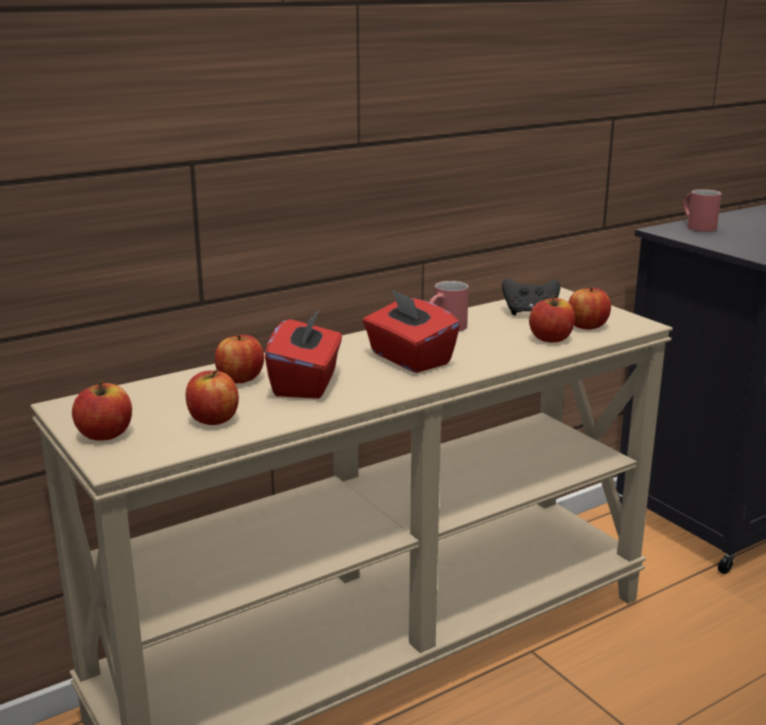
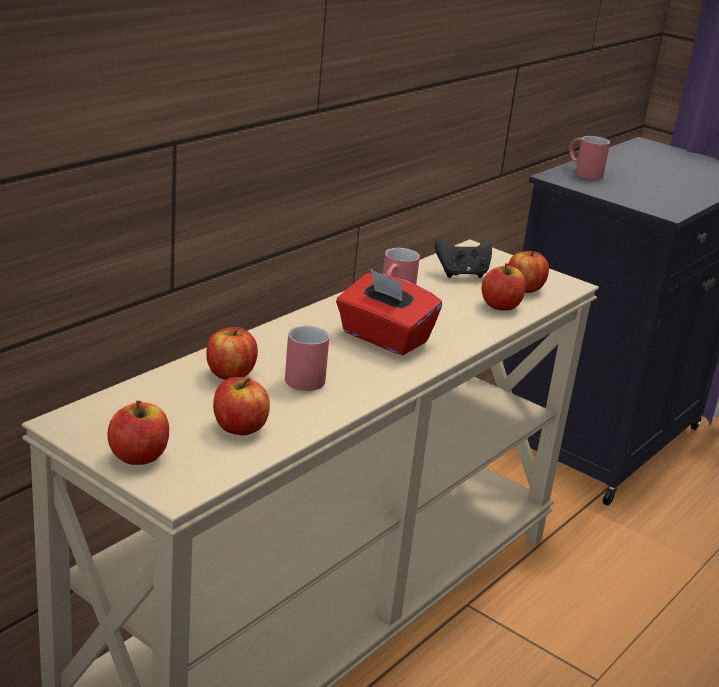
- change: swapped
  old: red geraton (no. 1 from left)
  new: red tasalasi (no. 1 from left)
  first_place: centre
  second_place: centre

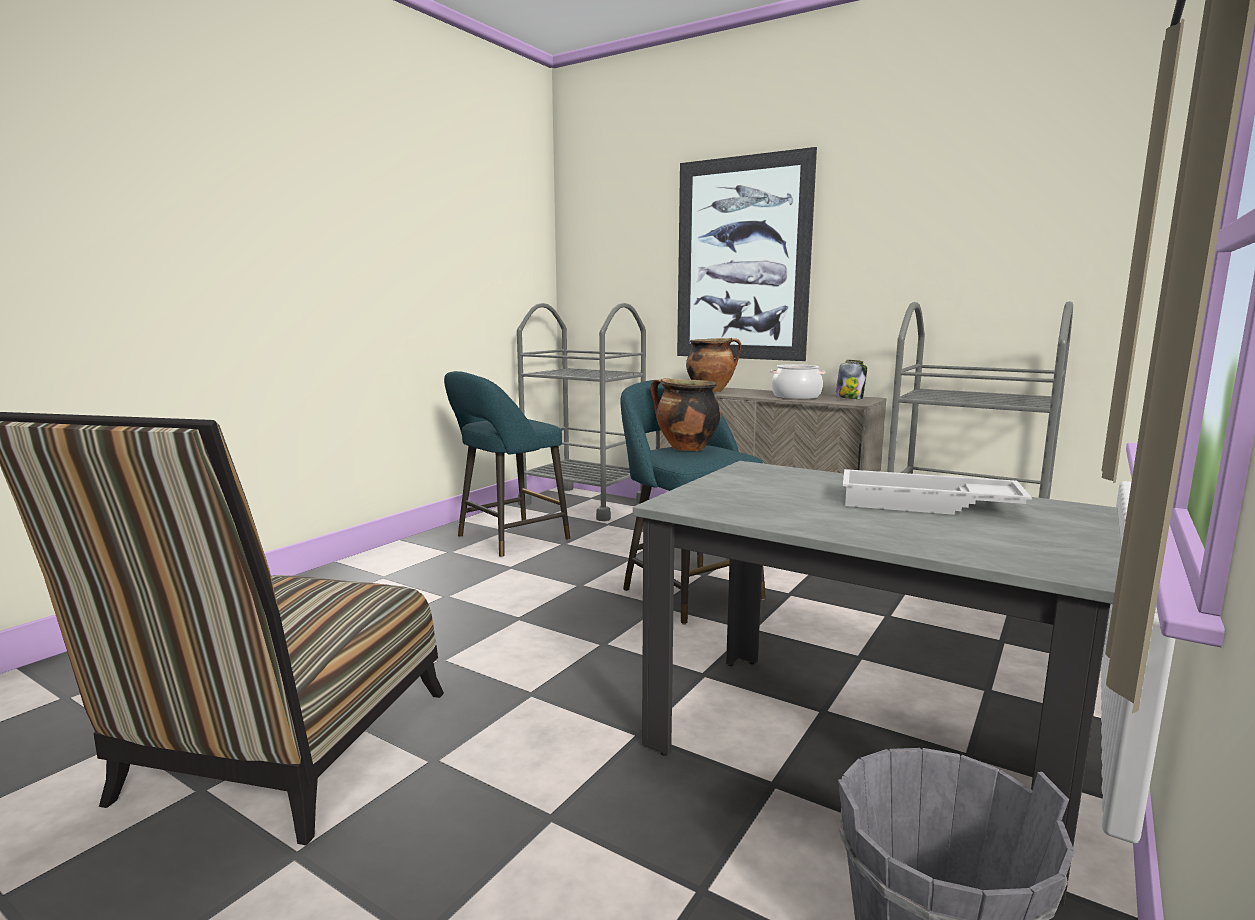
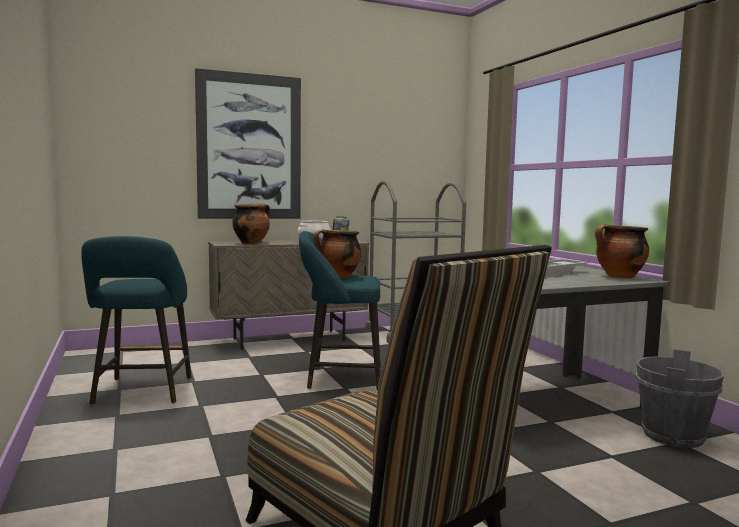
- change: new
  new: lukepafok (no. 4 from left)
  second_place: middle right
- change: gone
  old: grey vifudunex (no. 1 from left)
  first_place: centre

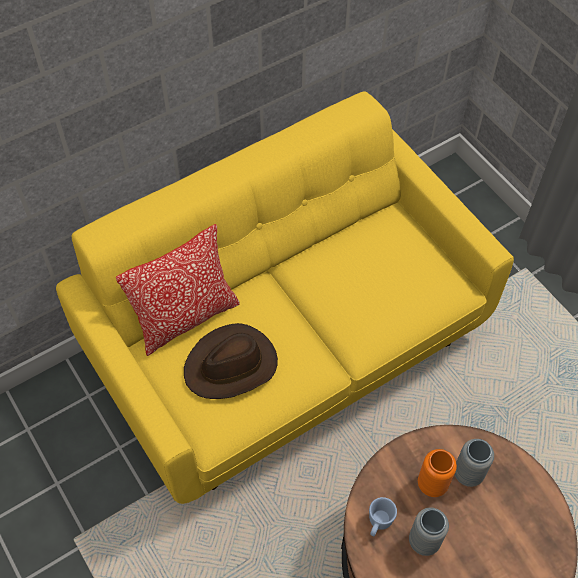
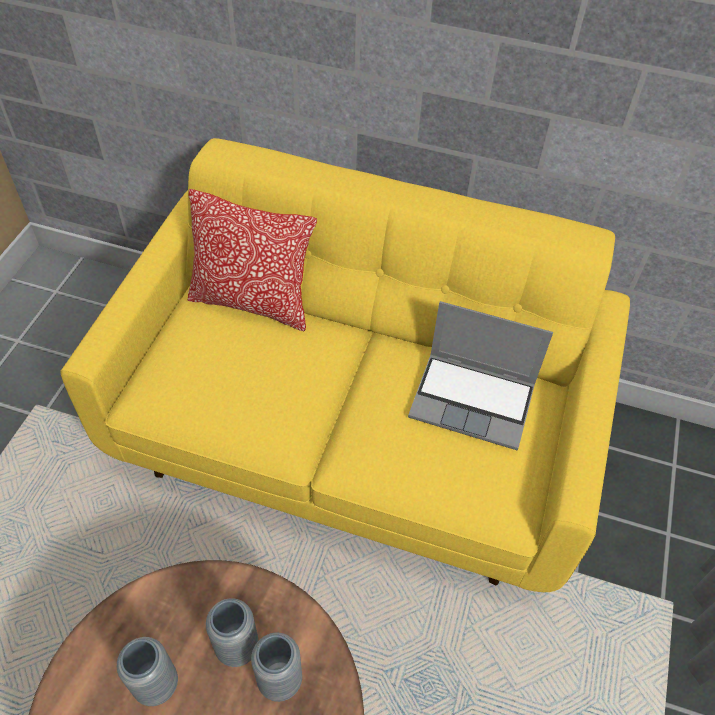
- change: repainted
  old: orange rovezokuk
  new: grey rovezokuk (no. 2 from left)
  first_place: bottom right
  second_place: bottom left
- change: new
  new: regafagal
  second_place: middle right
- change: gone
  old: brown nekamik
  first_place: centre
- change: gone
  old: blue tasalasi
  first_place: bottom centre

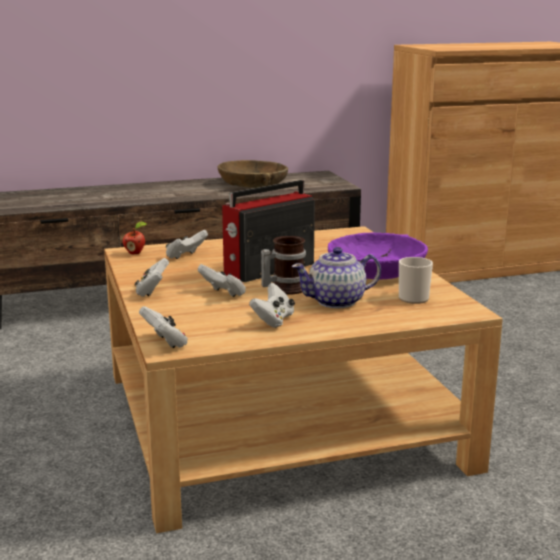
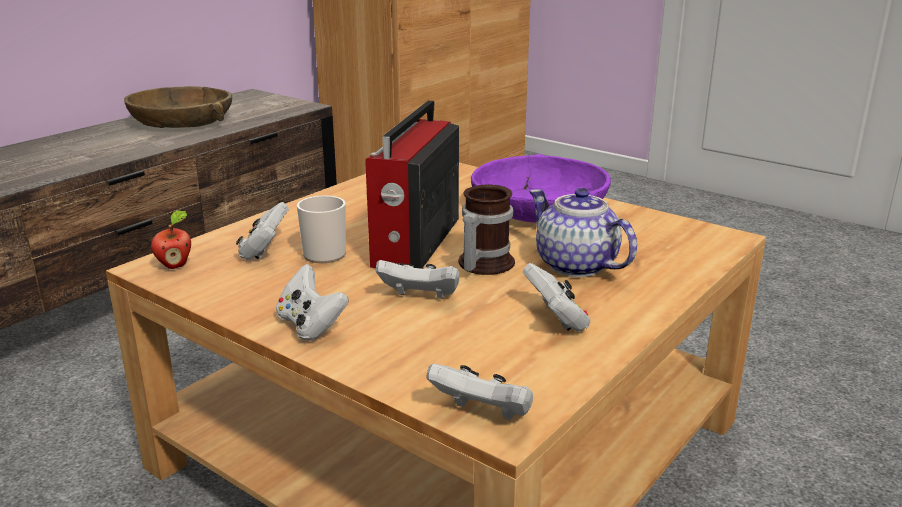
- change: shifted
  old: tasalasi (no. 2 from left in the first image)
  new: tasalasi (no. 1 from left)
  first_place: middle right
  second_place: centre
- change: rotated
  old: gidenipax
  first_place: centre
  second_place: centre
  degrees: 105

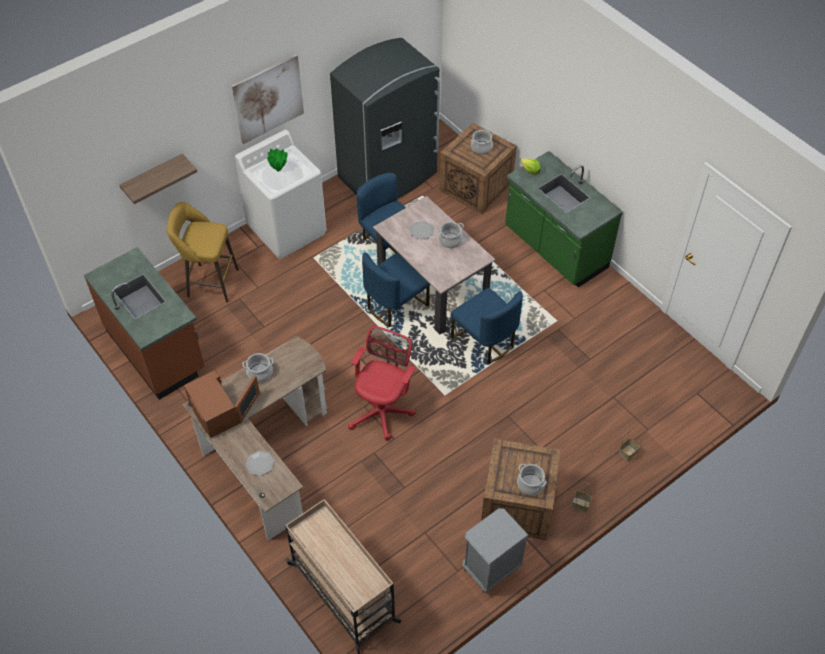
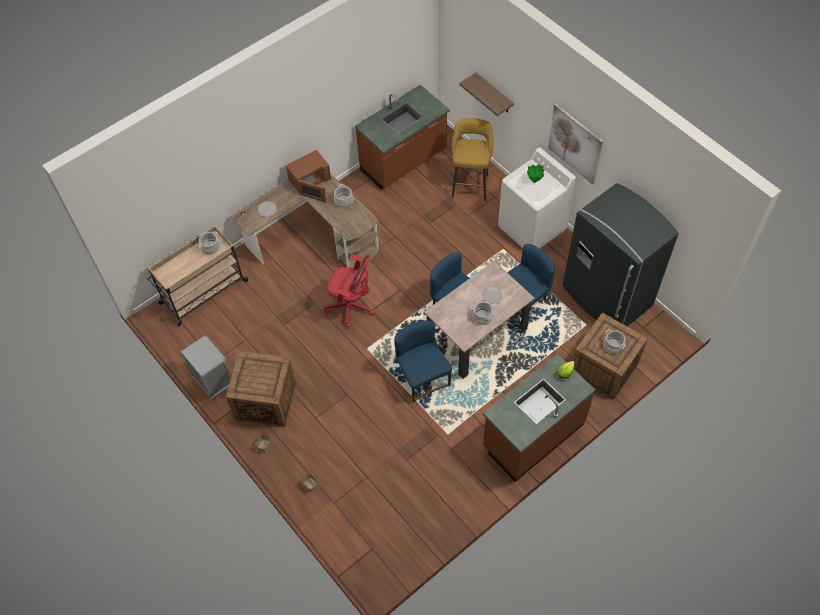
- change: shifted
  old: lukepafok (no. 4 from left in the first image)
  new: lukepafok (no. 1 from left)
  first_place: bottom centre
  second_place: middle left
- change: rotated
  old: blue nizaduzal (no. 3 from left in the first image)
  first_place: centre
  second_place: centre
  degrees: 105
- change: repainted
  old: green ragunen
  new: brown ragunen (no. 2 from left)
  first_place: middle right
  second_place: bottom centre

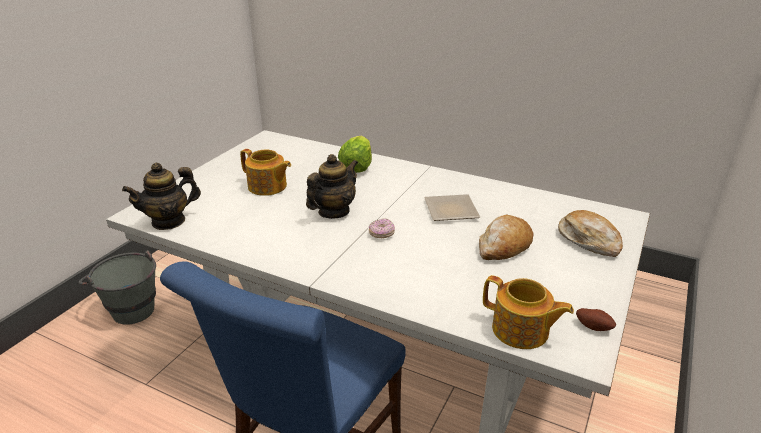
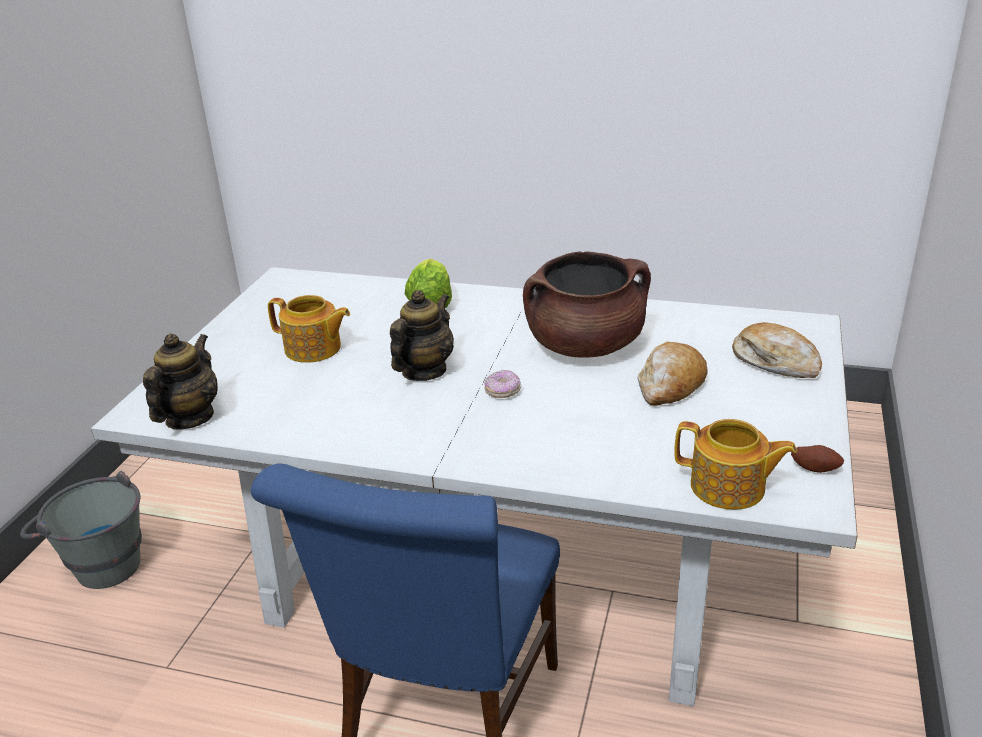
- change: rotated
  old: gidenipax (no. 1 from left)
  first_place: middle left
  second_place: middle left
  degrees: 150
- change: swapped
  old: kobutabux
  new: brown lukepafok
  first_place: centre
  second_place: centre

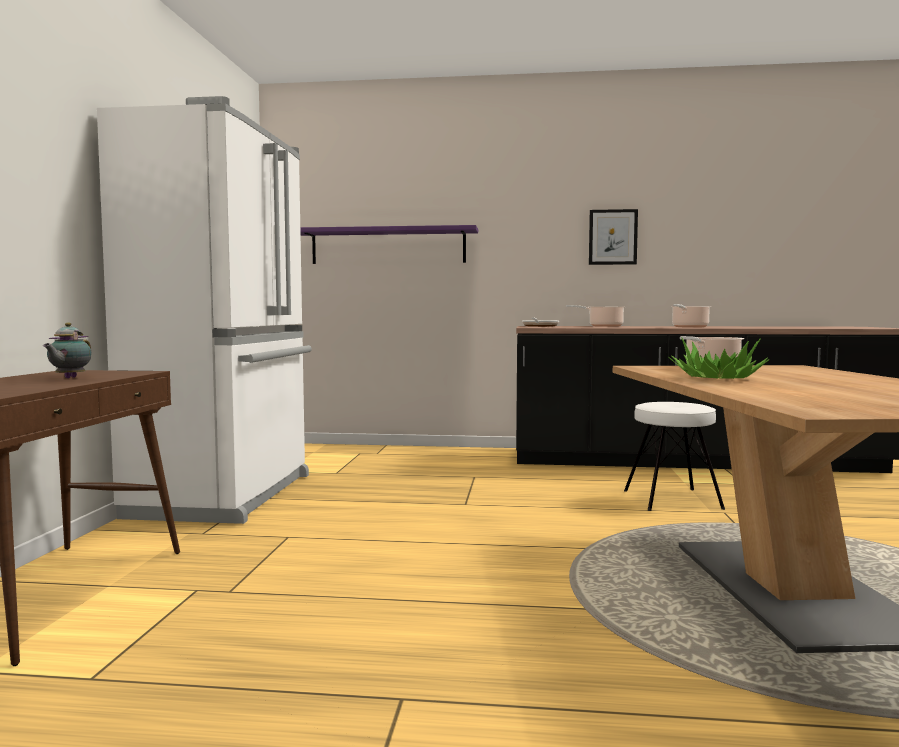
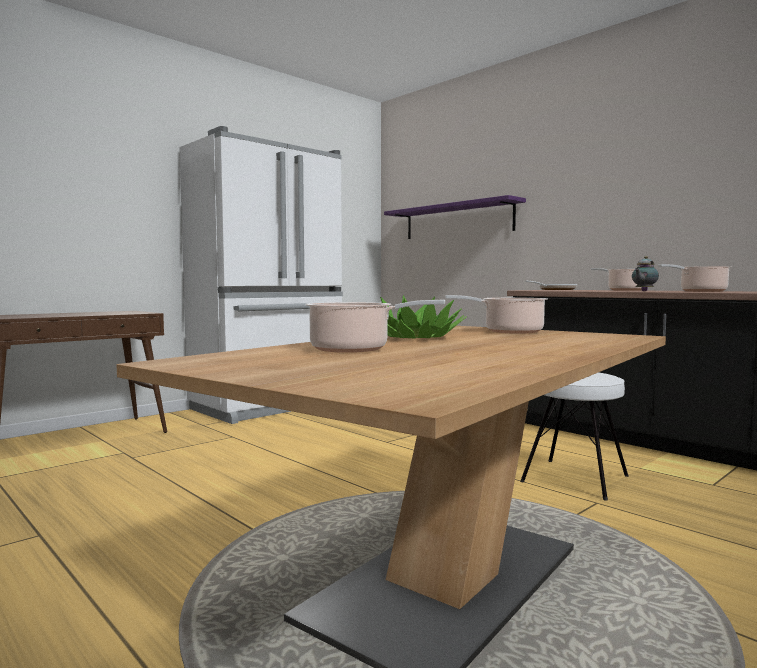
- change: new
  new: lukepafok (no. 1 from left)
  second_place: centre
- change: shifted
  old: gidenipax
  first_place: middle left
  second_place: middle right
- change: gone
  old: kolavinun
  first_place: top right

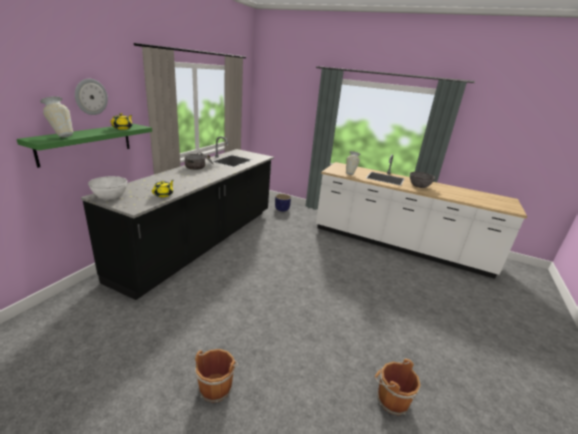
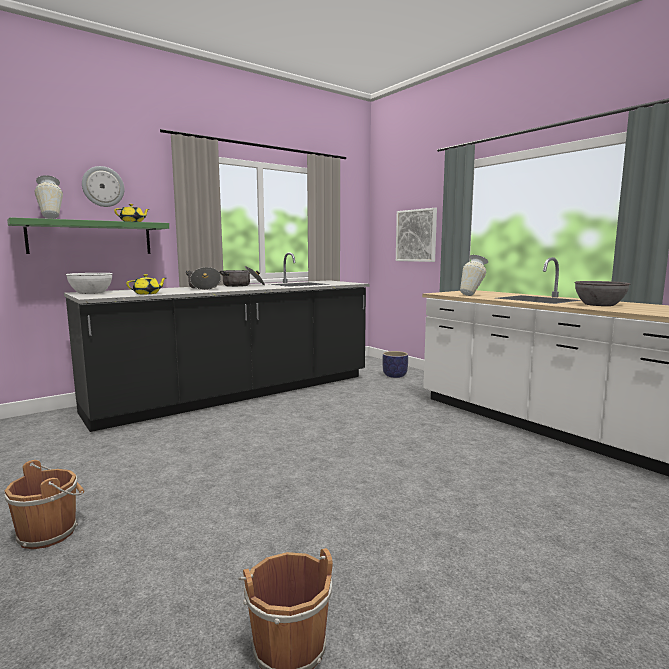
- change: new
  new: lukepafok (no. 1 from left)
  second_place: middle left
- change: new
  new: kolavinun
  second_place: centre

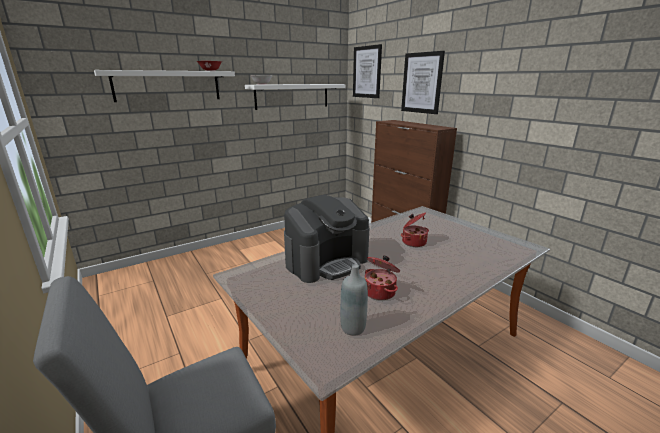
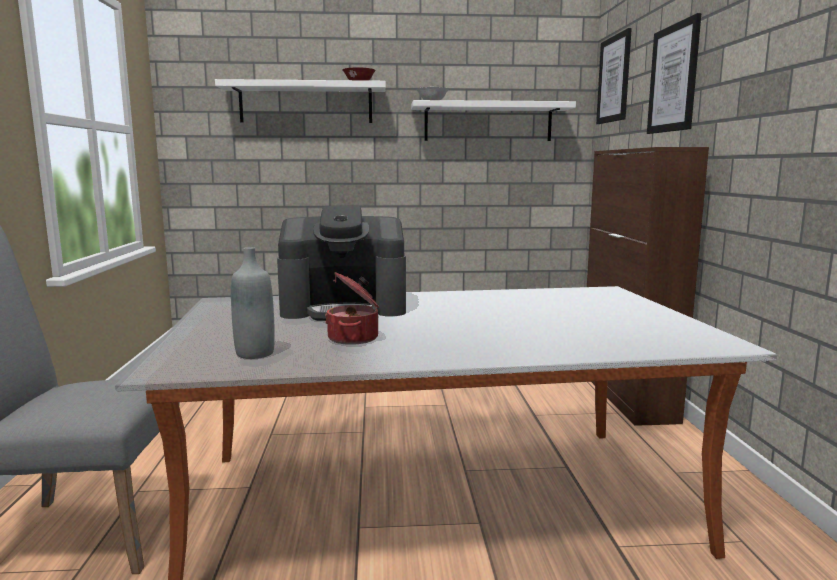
- change: gone
  old: lukepafok (no. 2 from left)
  first_place: centre

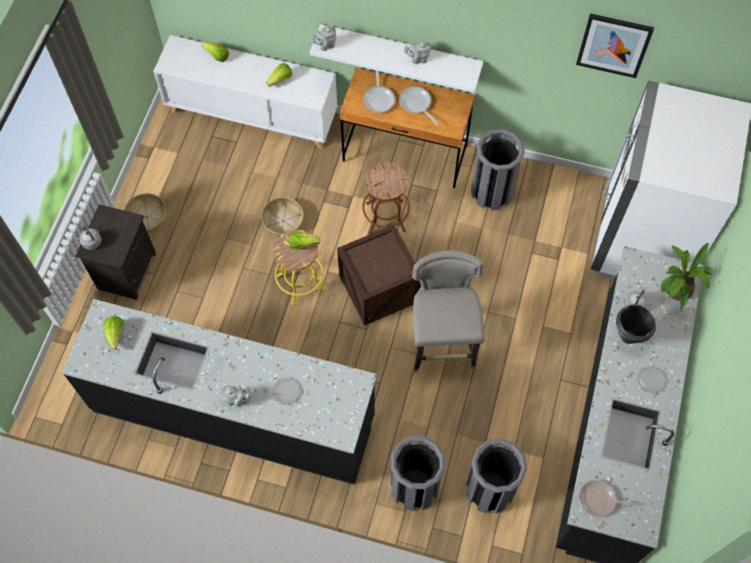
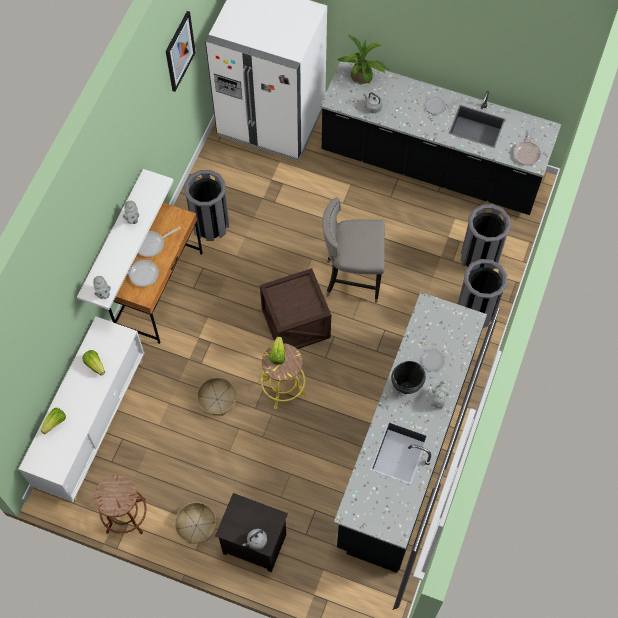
- change: shifted
  old: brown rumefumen
  first_place: centre
  second_place: bottom left
- change: shifted
  old: black lukepafok
  first_place: middle right
  second_place: centre
- change: gone
  old: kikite (no. 1 from left)
  first_place: middle left

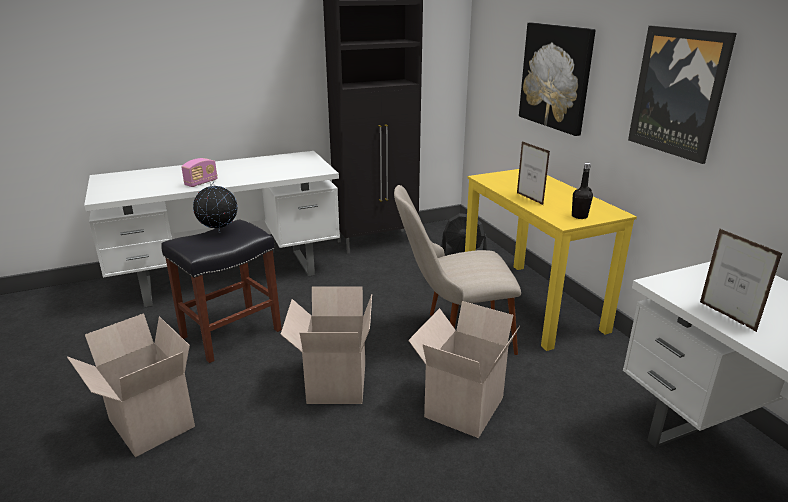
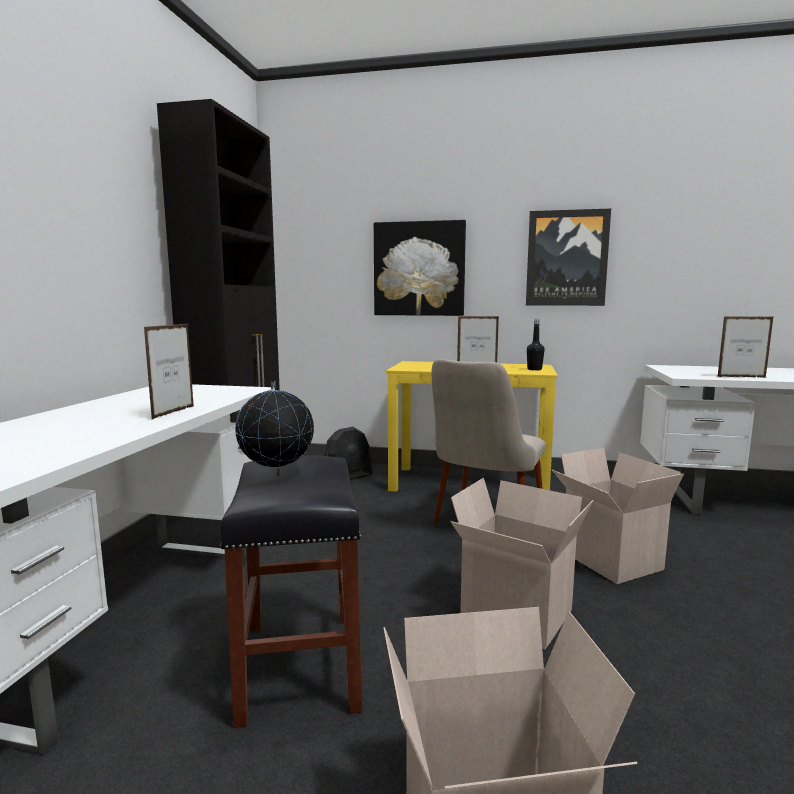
- change: new
  new: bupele (no. 1 from left)
  second_place: middle left
- change: gone
  old: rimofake
  first_place: middle left

